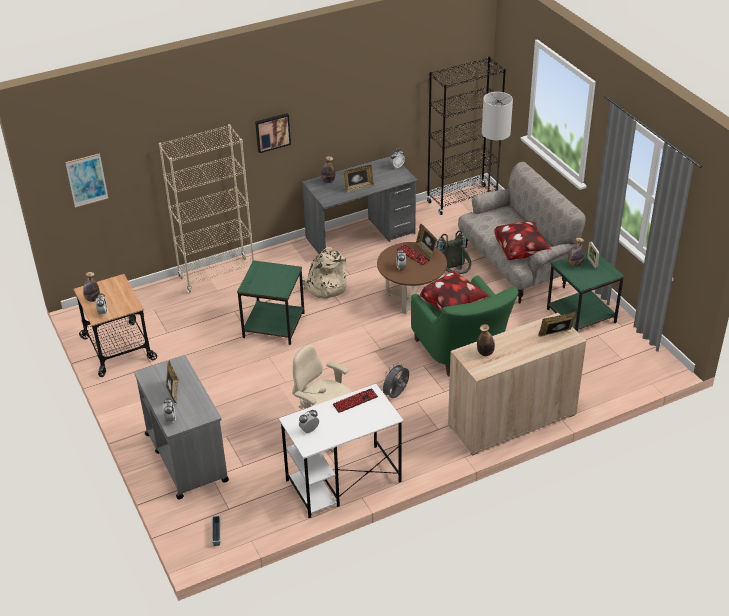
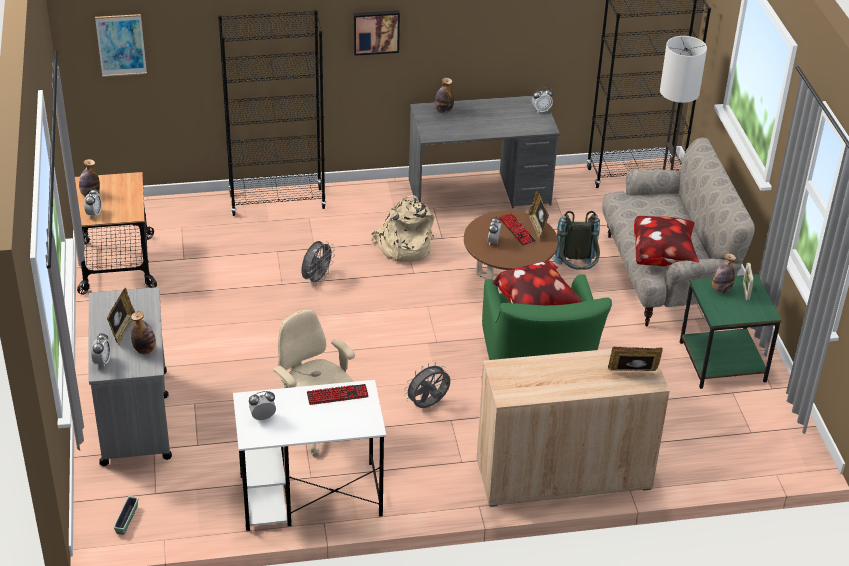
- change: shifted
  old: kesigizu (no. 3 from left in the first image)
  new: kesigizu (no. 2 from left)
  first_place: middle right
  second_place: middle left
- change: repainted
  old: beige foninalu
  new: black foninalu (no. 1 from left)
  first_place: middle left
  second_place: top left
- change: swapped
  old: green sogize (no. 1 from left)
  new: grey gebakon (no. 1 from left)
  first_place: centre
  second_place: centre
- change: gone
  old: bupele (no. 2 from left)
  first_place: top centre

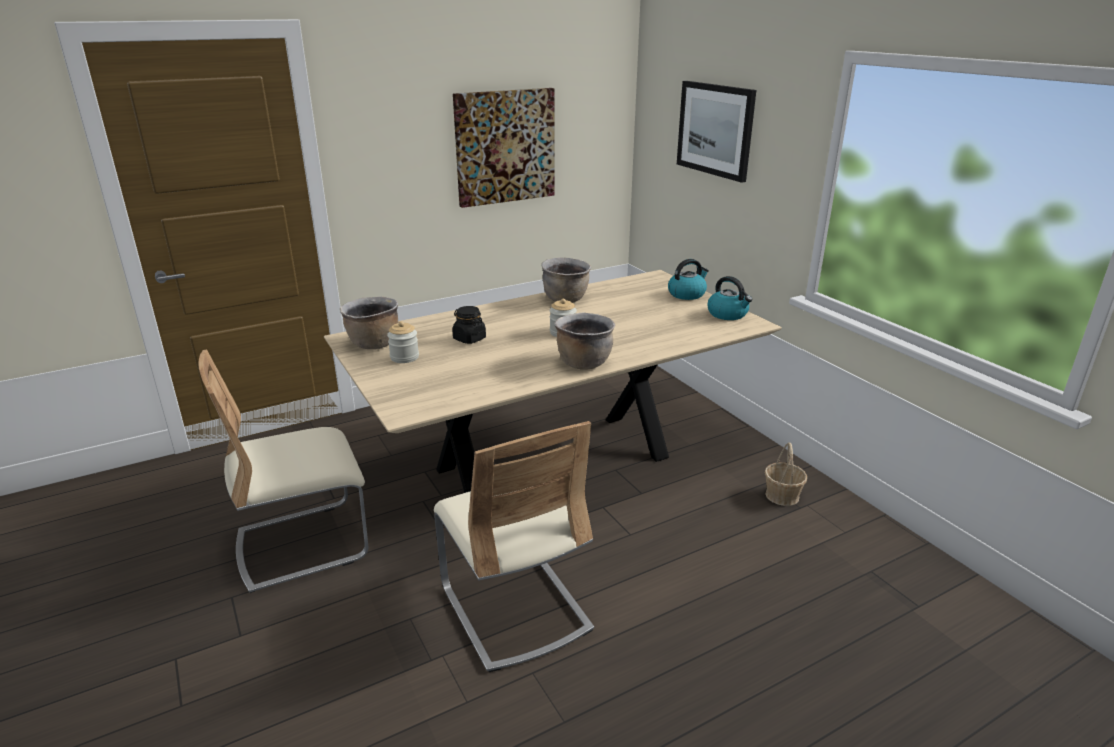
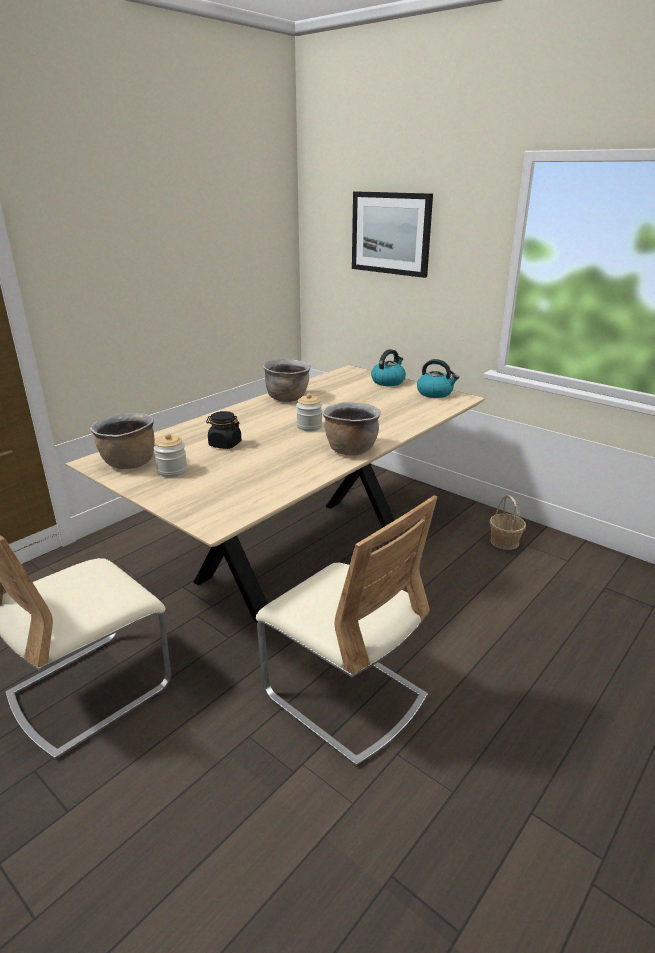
- change: gone
  old: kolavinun (no. 1 from left)
  first_place: top centre

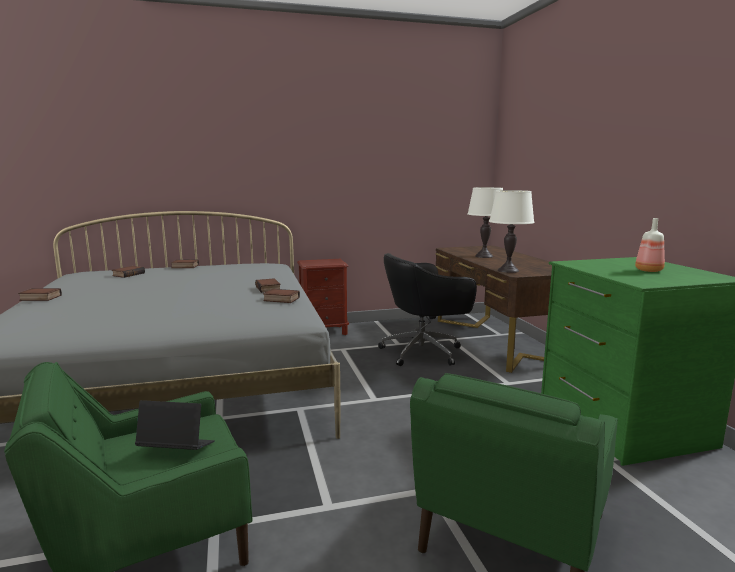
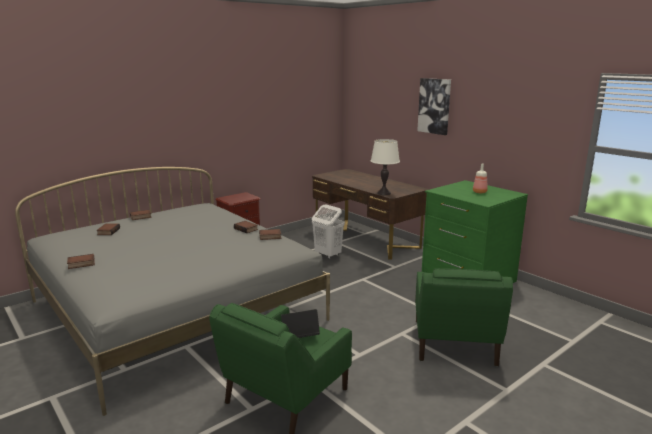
- change: swapped
  old: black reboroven
  new: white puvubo
  first_place: centre
  second_place: centre
- change: new
  new: kolavinun
  second_place: top centre
- change: gone
  old: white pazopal (no. 1 from left)
  first_place: centre

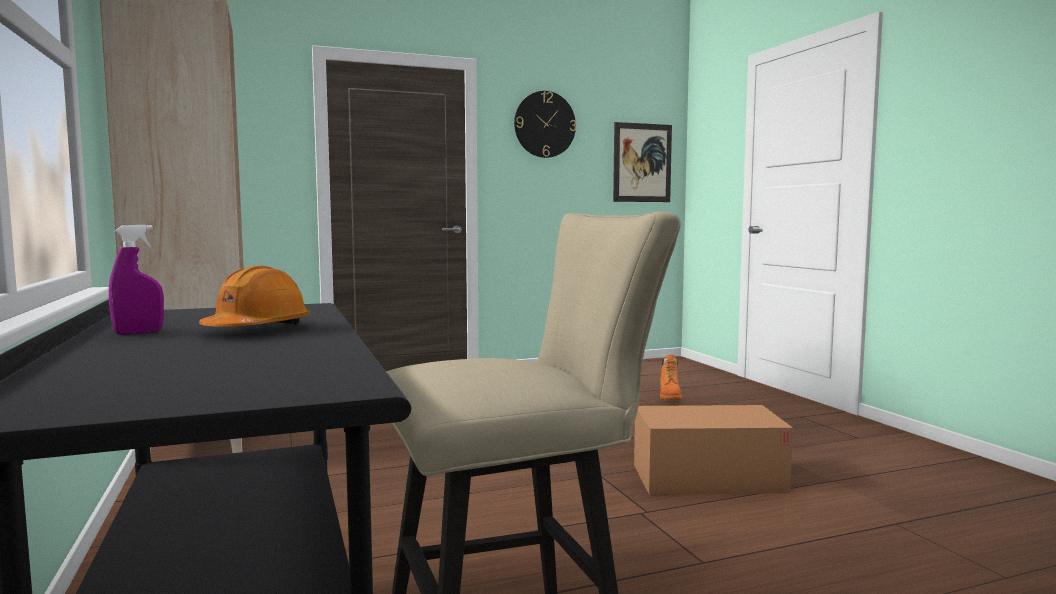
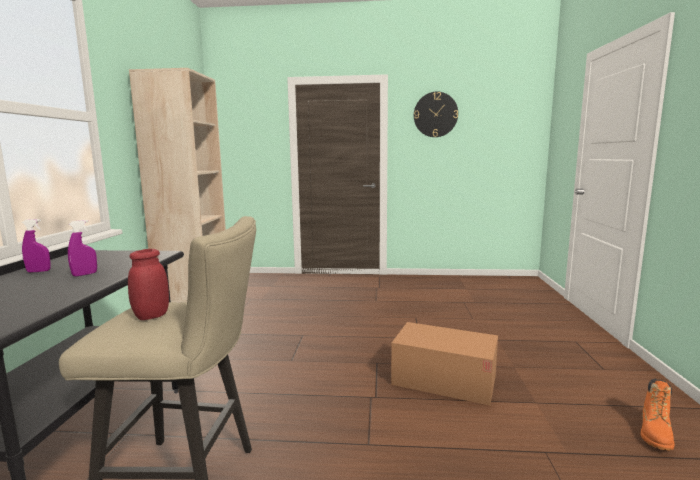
- change: swapped
  old: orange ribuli
  new: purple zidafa (no. 2 from left)
  first_place: middle left
  second_place: middle left
- change: new
  new: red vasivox
  second_place: middle left
- change: shifted
  old: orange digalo
  first_place: centre
  second_place: bottom right
- change: gone
  old: kolavinun
  first_place: top centre

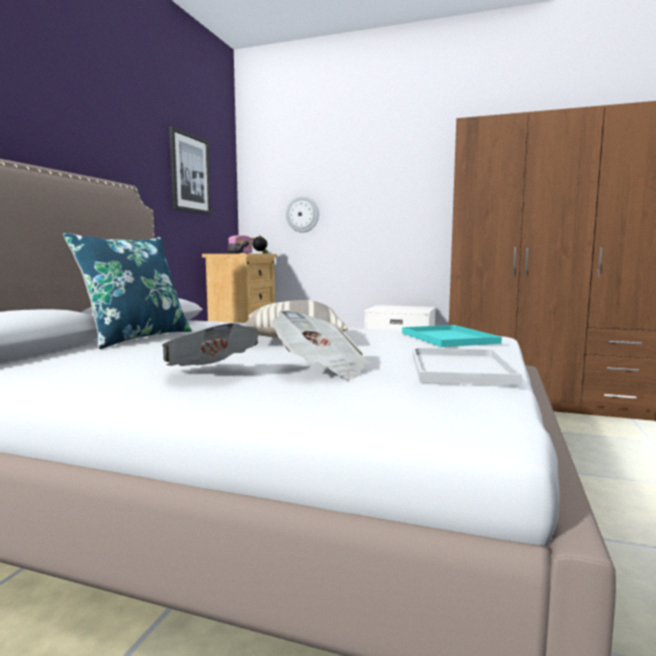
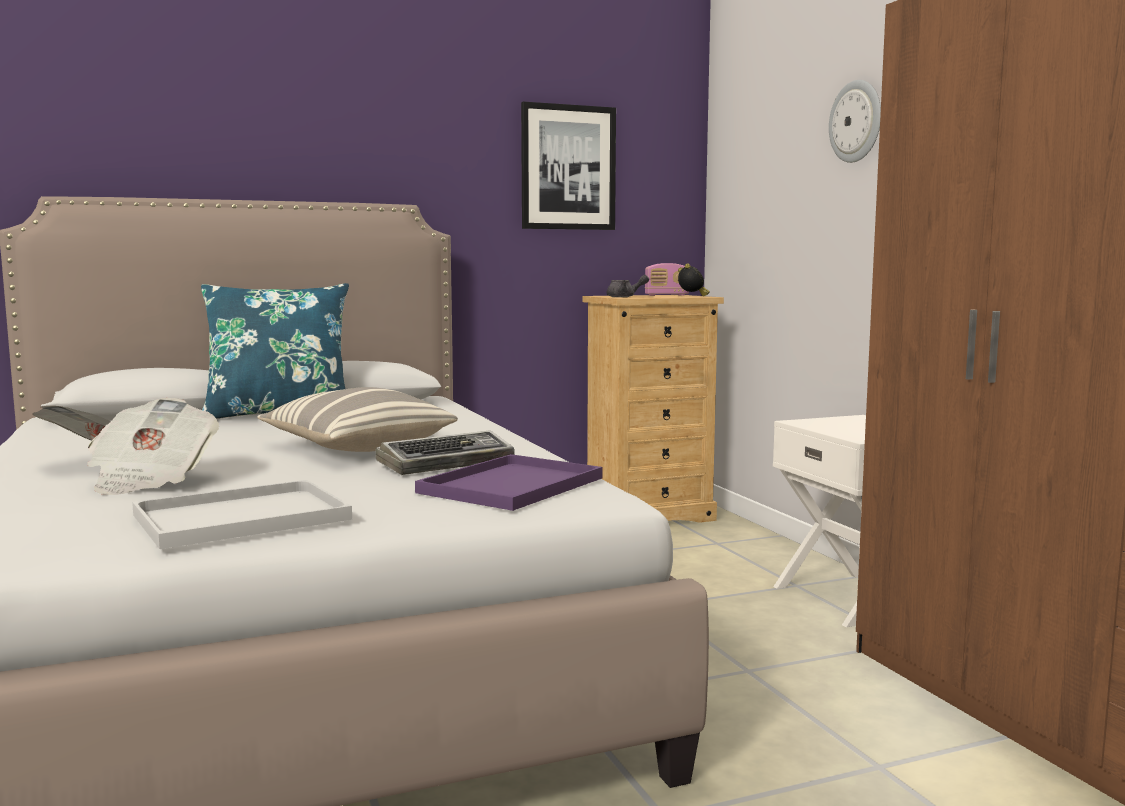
- change: new
  new: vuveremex
  second_place: centre
- change: repainted
  old: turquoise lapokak
  new: purple lapokak
  first_place: middle right
  second_place: centre
- change: shifted
  old: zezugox
  first_place: top centre
  second_place: top right

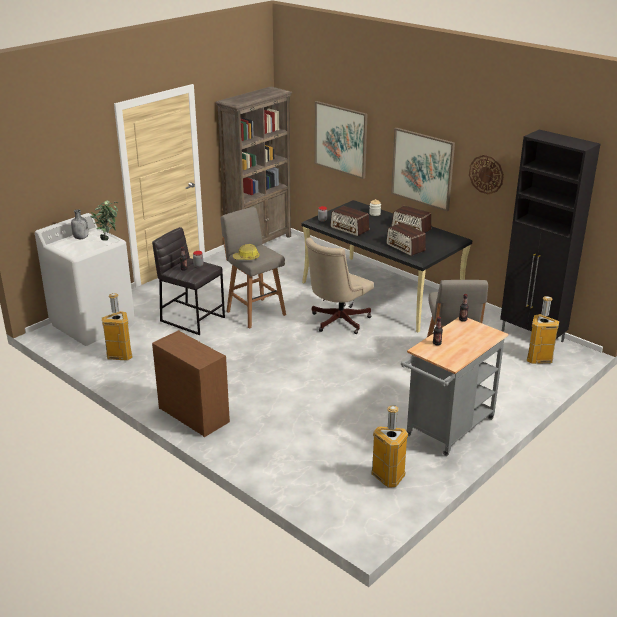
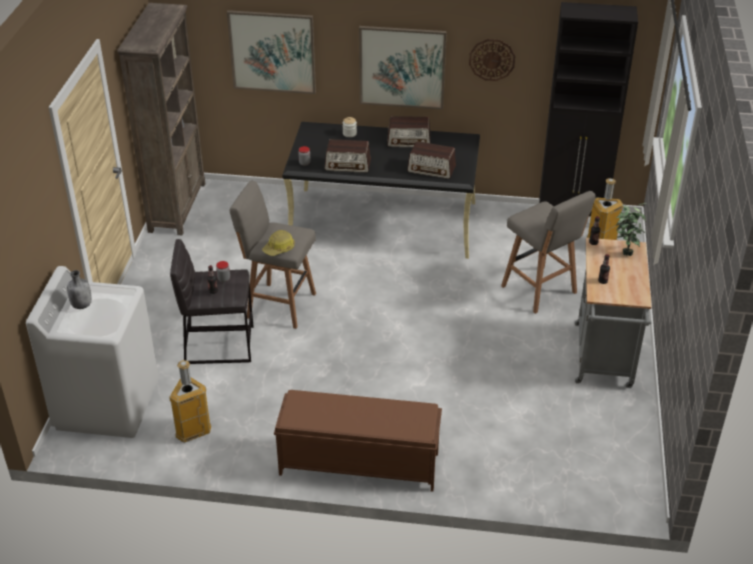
- change: swapped
  old: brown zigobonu
  new: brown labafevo
  first_place: middle left
  second_place: bottom centre
- change: shifted
  old: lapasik
  first_place: middle left
  second_place: middle right
- change: gone
  old: beige reboroven
  first_place: centre
- change: gone
  old: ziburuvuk (no. 2 from left)
  first_place: bottom centre

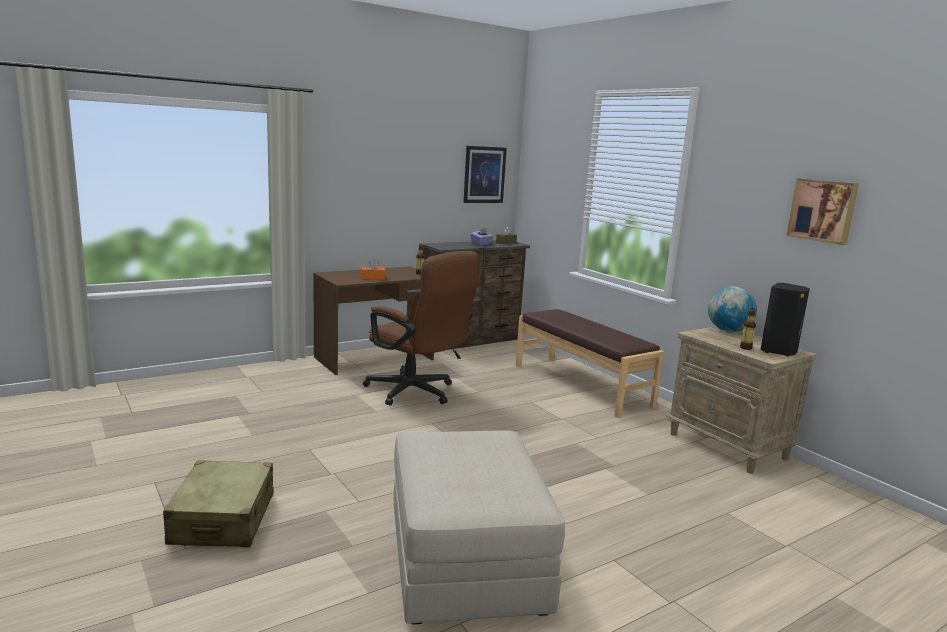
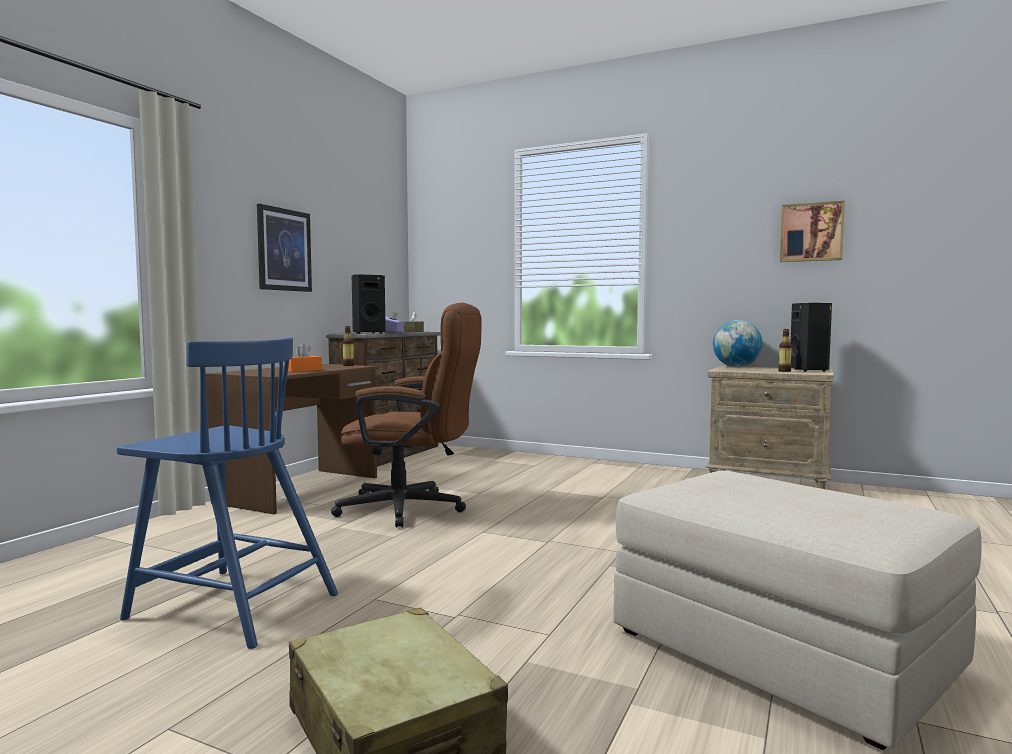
- change: new
  new: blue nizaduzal
  second_place: middle left
- change: shifted
  old: kolavinun (no. 1 from left)
  first_place: top centre
  second_place: top left
- change: new
  new: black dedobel (no. 1 from left)
  second_place: centre
- change: gone
  old: brown labafevo
  first_place: centre

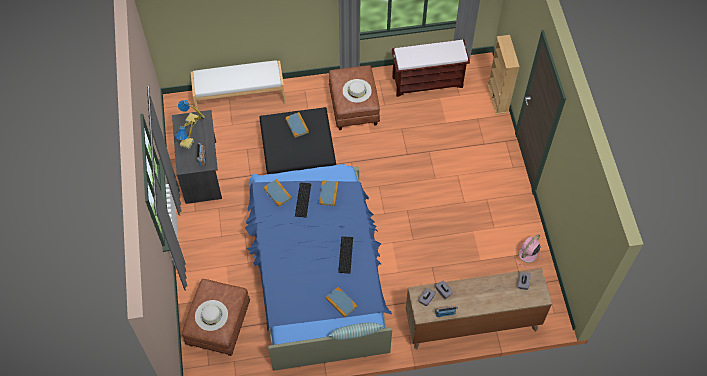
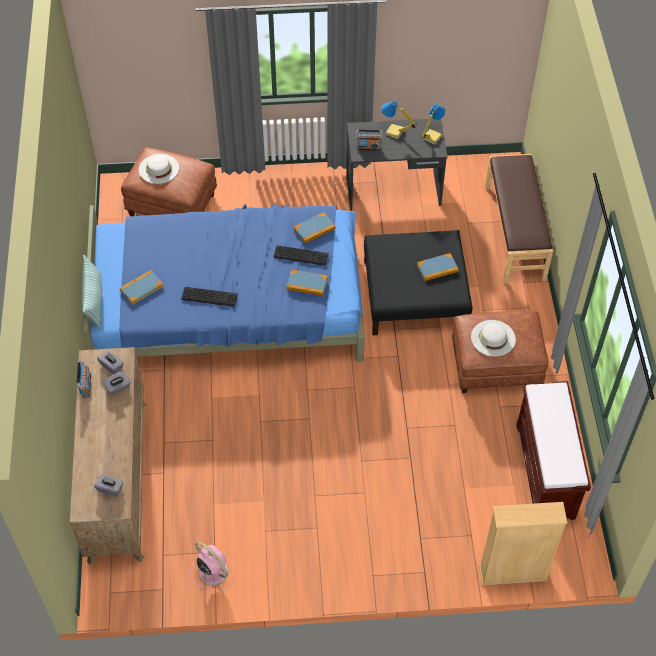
- change: repainted
  old: white labafevo
  new: brown labafevo (no. 1 from left)
  first_place: top centre
  second_place: middle right

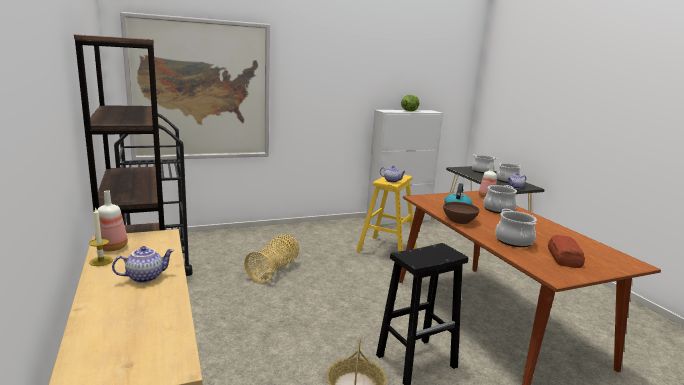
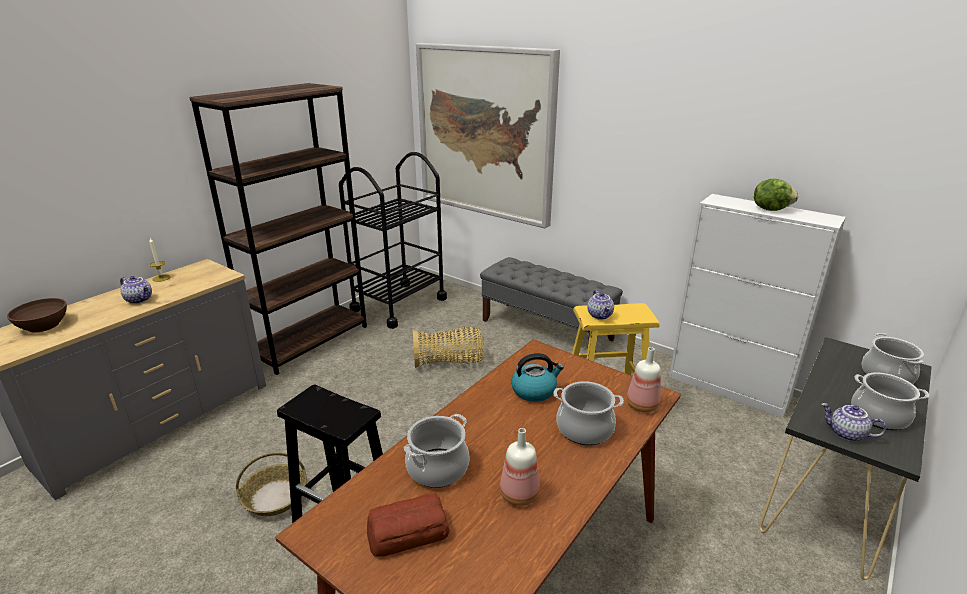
- change: shifted
  old: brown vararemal
  first_place: middle right
  second_place: middle left
- change: new
  new: grey labafevo
  second_place: centre
- change: shifted
  old: kesigizu (no. 1 from left)
  first_place: middle left
  second_place: bottom centre

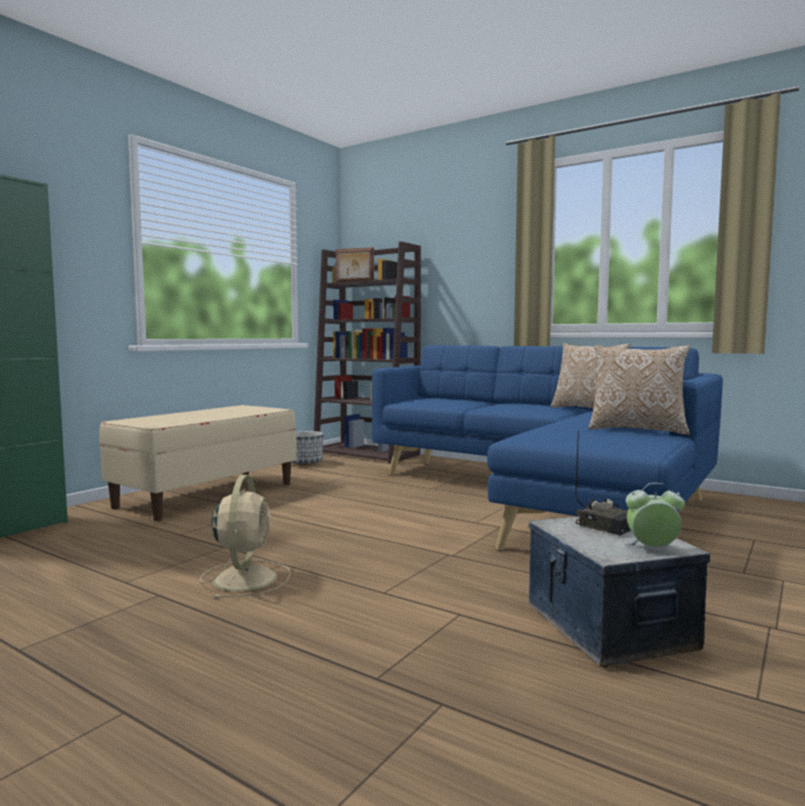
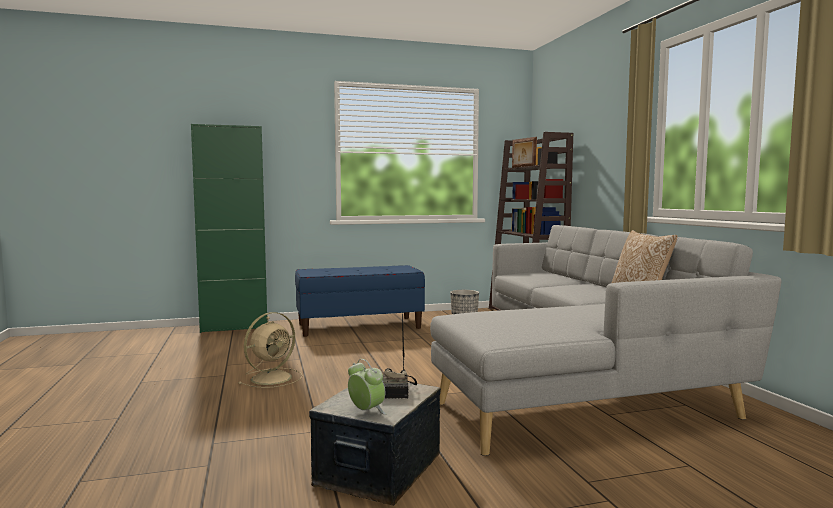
- change: repainted
  old: beige labafevo
  new: blue labafevo
  first_place: middle left
  second_place: centre
- change: repainted
  old: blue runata
  new: grey runata
  first_place: middle right
  second_place: bottom right
- change: gone
  old: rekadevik (no. 2 from left)
  first_place: middle right

